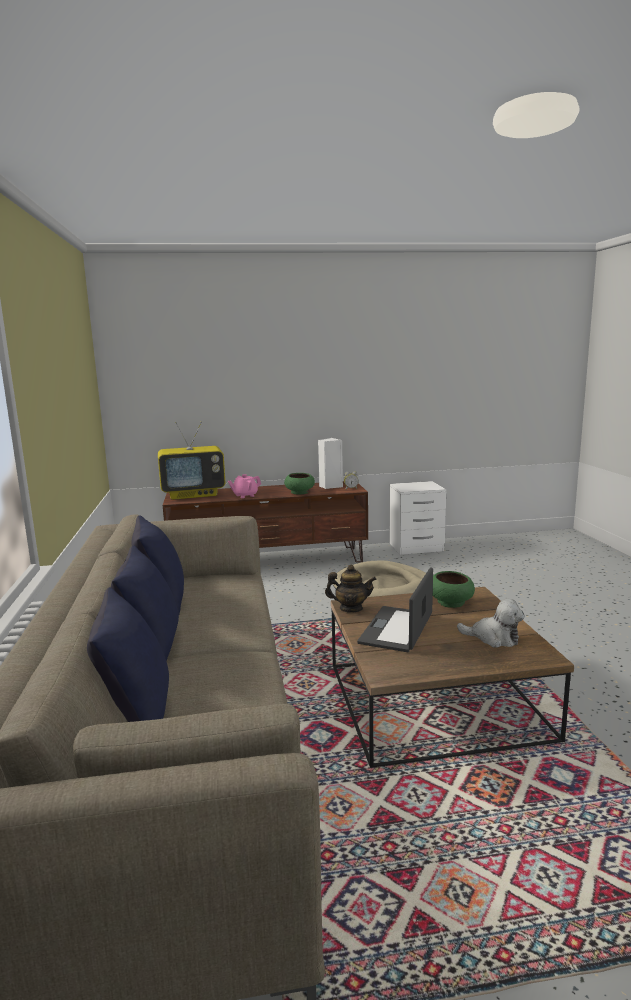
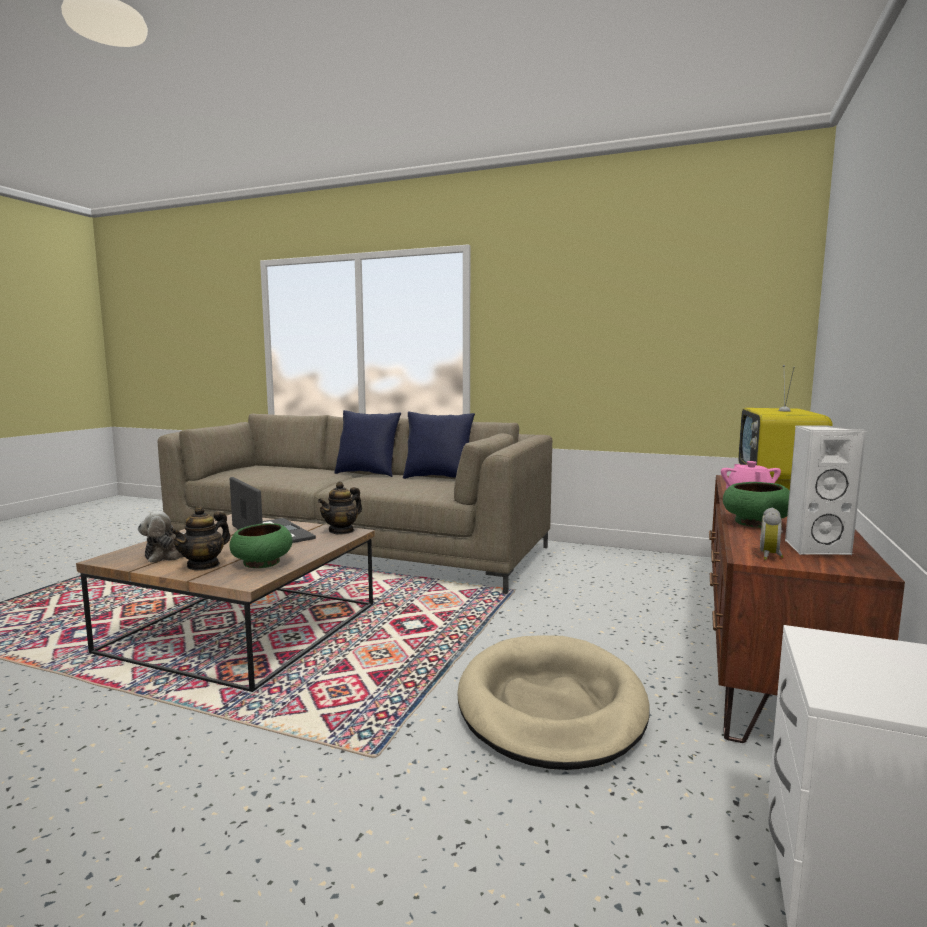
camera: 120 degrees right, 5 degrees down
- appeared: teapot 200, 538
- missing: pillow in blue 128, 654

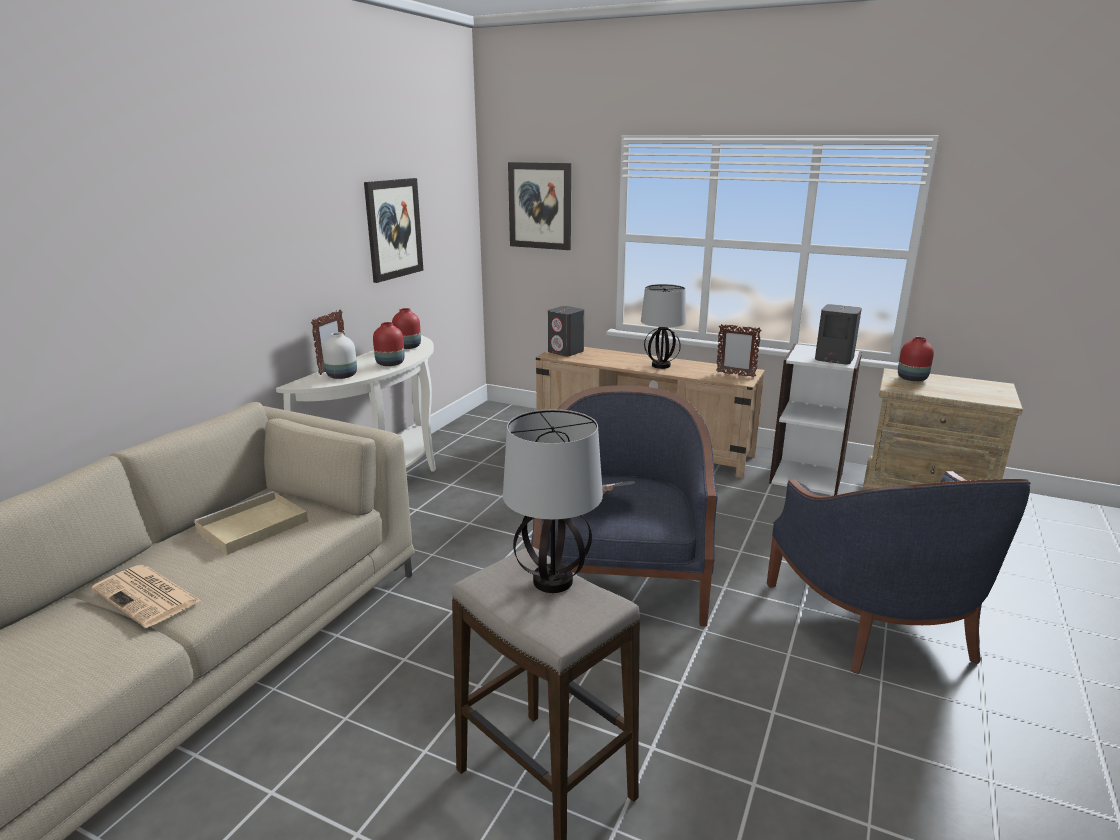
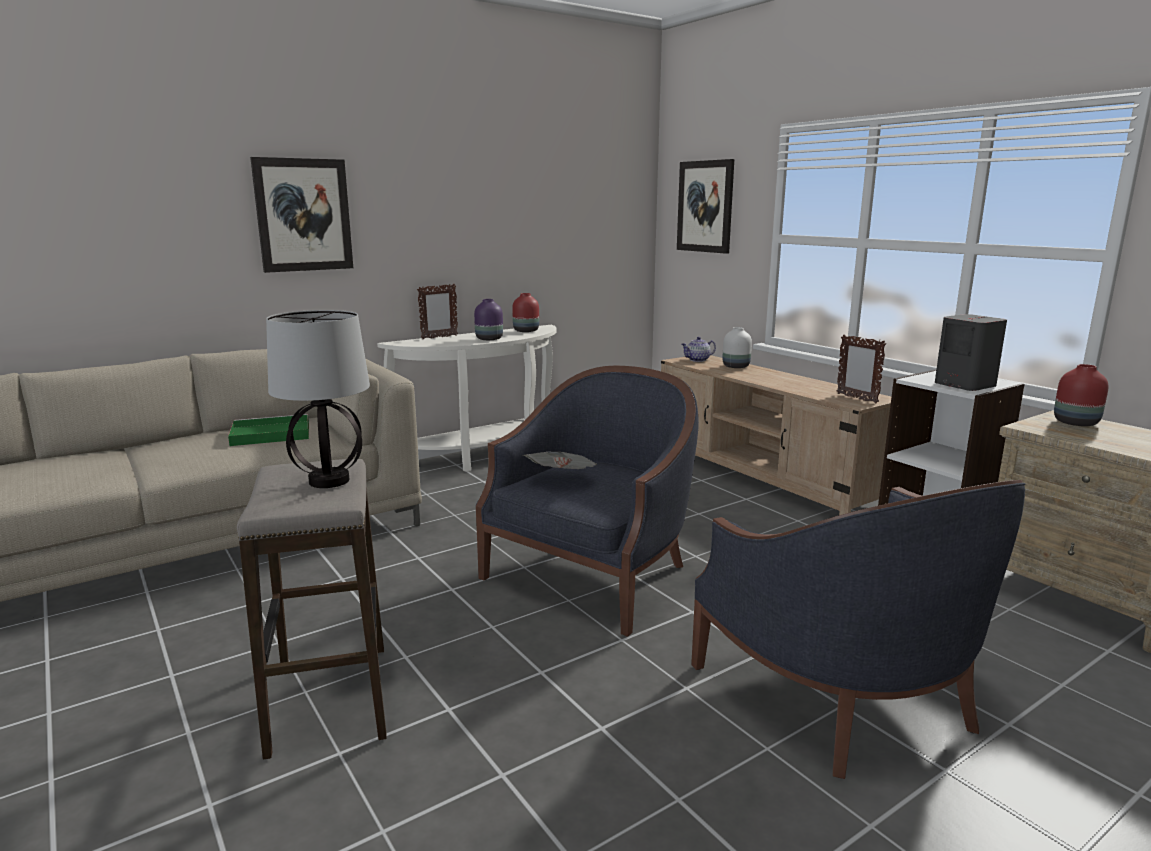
camera: 30 degrees right, 5 degrees down
- colour: tray in beige 251, 523 to tray in green 268, 430
- relocated: picture 393, 230 to 301, 215
- colour: vase in red 389, 344 to vase in purple 488, 319
- exchanged: speaker in grey 566, 331 to teapot 699, 349
- spun: armchair in blue 899, 572 = 858, 629 45 degrees counterclockwise
- relocated: vase in white 340, 355 to 737, 347
- missing: newspaper 146, 596
- missing: table lamp 663, 326

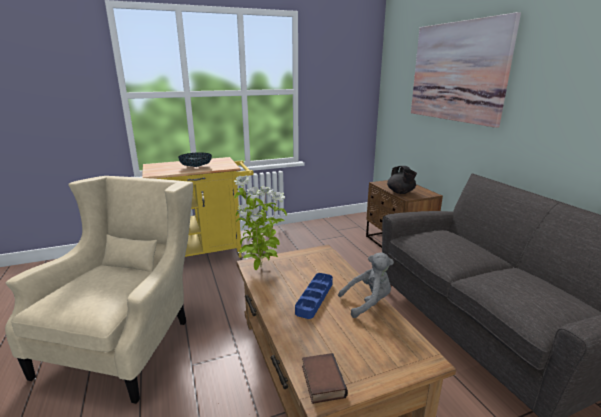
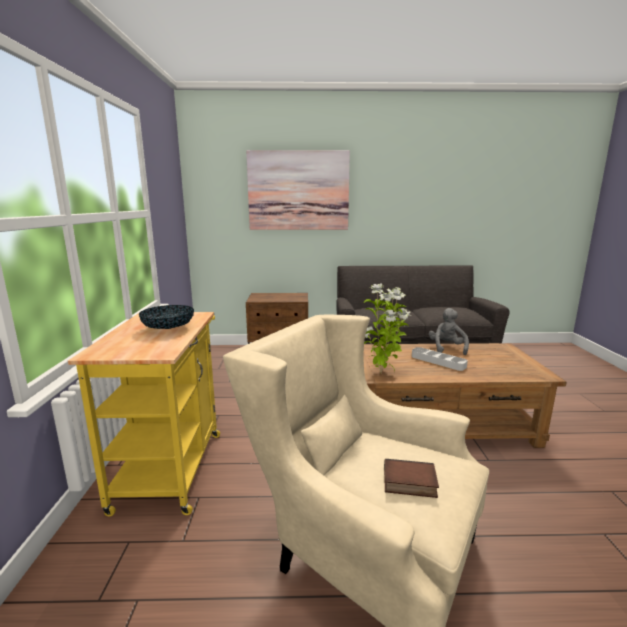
camera: 70 degrees left, 5 degrees down
- relocated: book 325, 378 to 411, 478
- colour: tray in blue 314, 296 to tray in grey 440, 359
- missing: teapot in black 402, 180

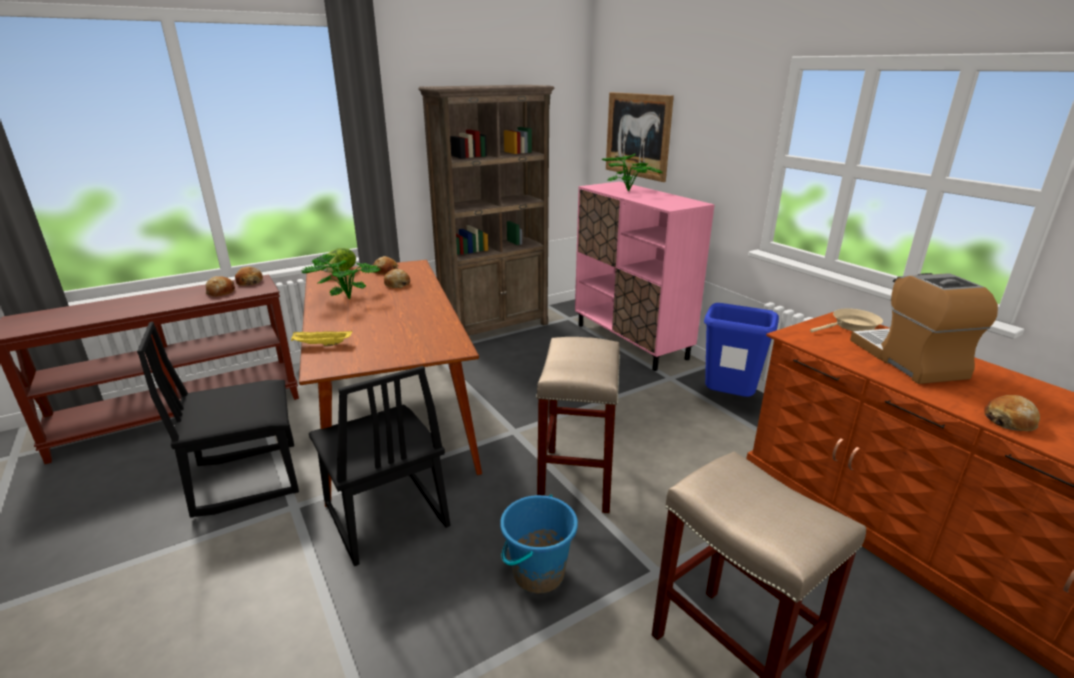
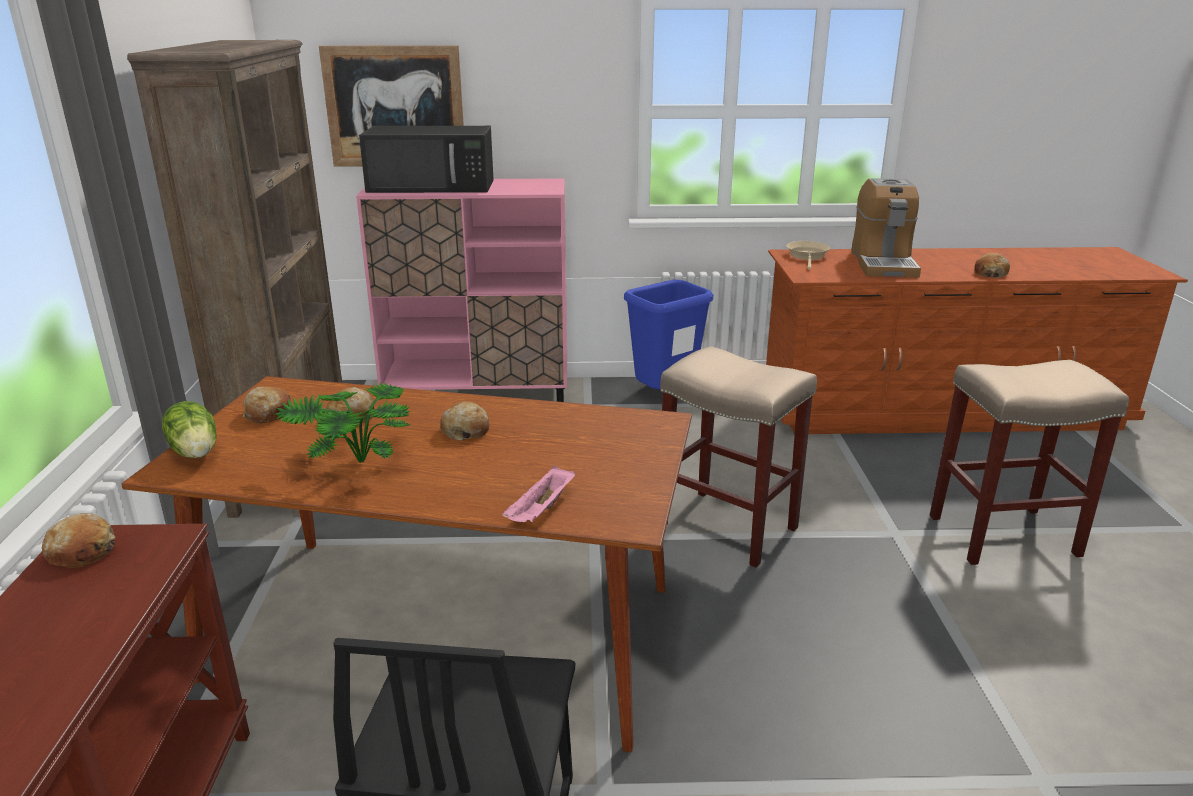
camera: 60 degrees left, 0 degrees up
- exchanged: potted plant 632, 172 to microwave in black 426, 159
- relocated: bread 220, 286 to 464, 421
- colour: tray in yellow 321, 338 to tray in pink 538, 493
- spun: coffee machine 924, 328 = 886, 228 105 degrees counterclockwise
- missing: chair in black 379, 466
- missing: bucket in blue 539, 544

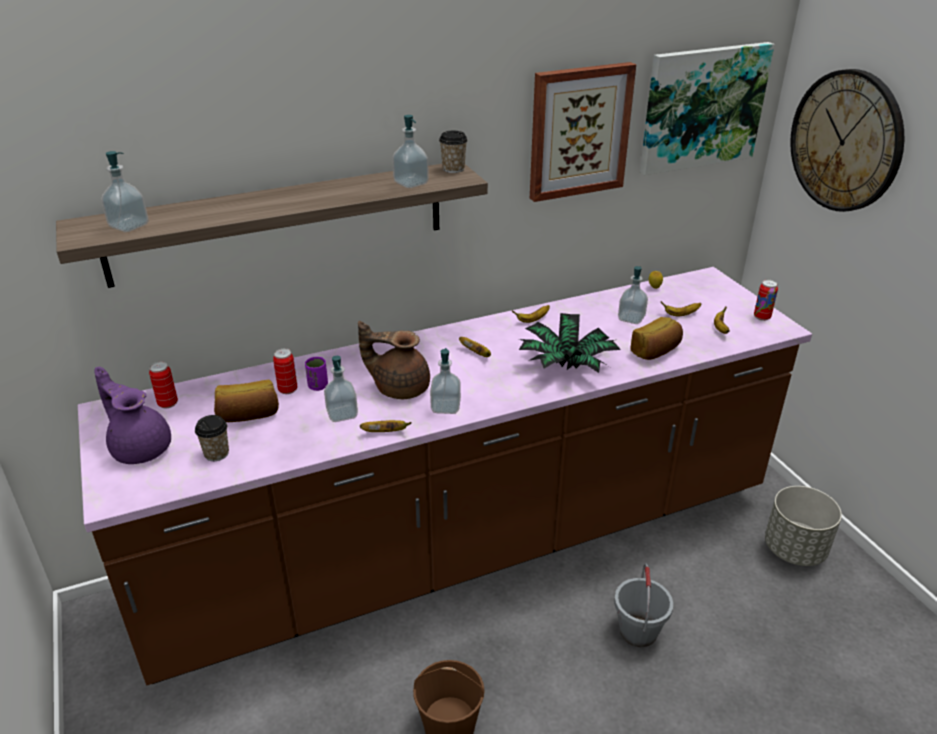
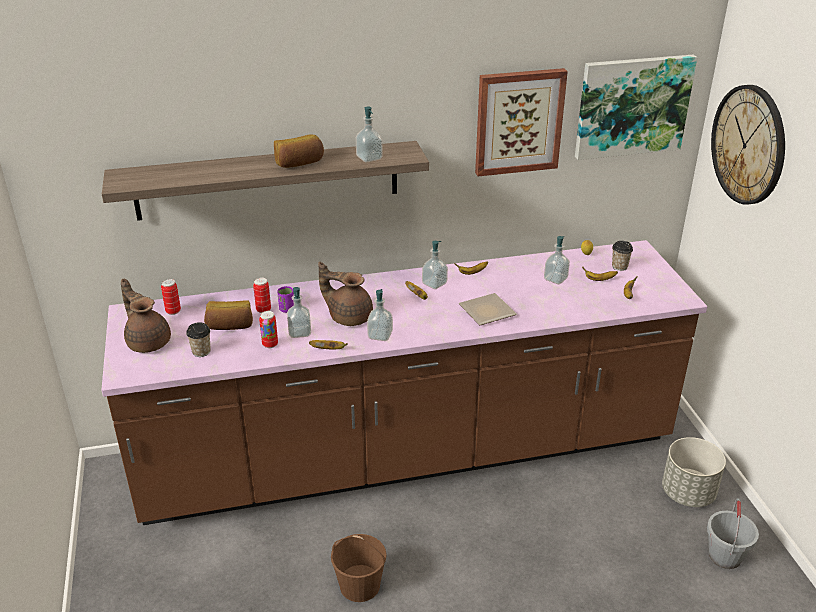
camera: 10 degrees right, 0 degrees up
- colour: teapot in purple 132, 415 to teapot in brown 146, 316
- relocated: can 766, 300 to 268, 329
- relocated: bread 656, 338 to 299, 151
- relocated: soap dispenser 124, 191 to 435, 265
- exchanged: potted plant 570, 343 to plate 487, 309
- relocated: cup 453, 152 to 622, 256
- relocated: bucket in grey 643, 605 to 733, 533

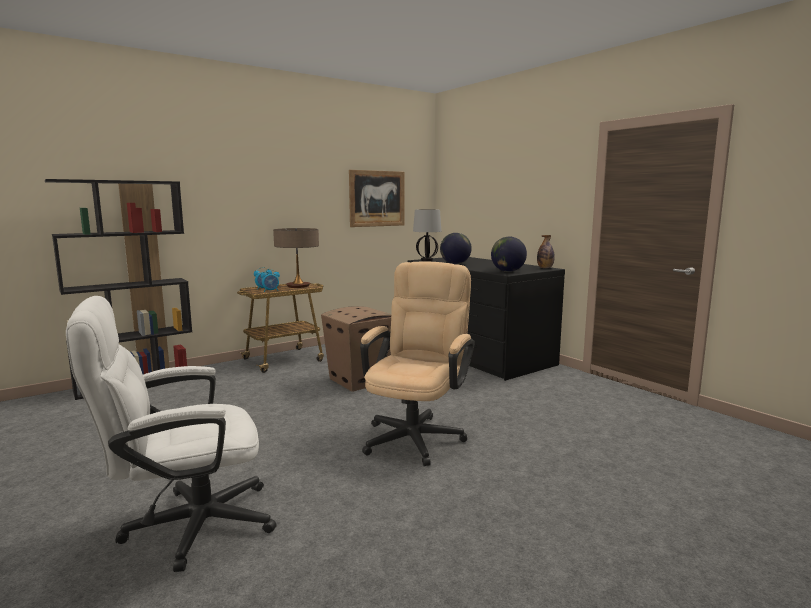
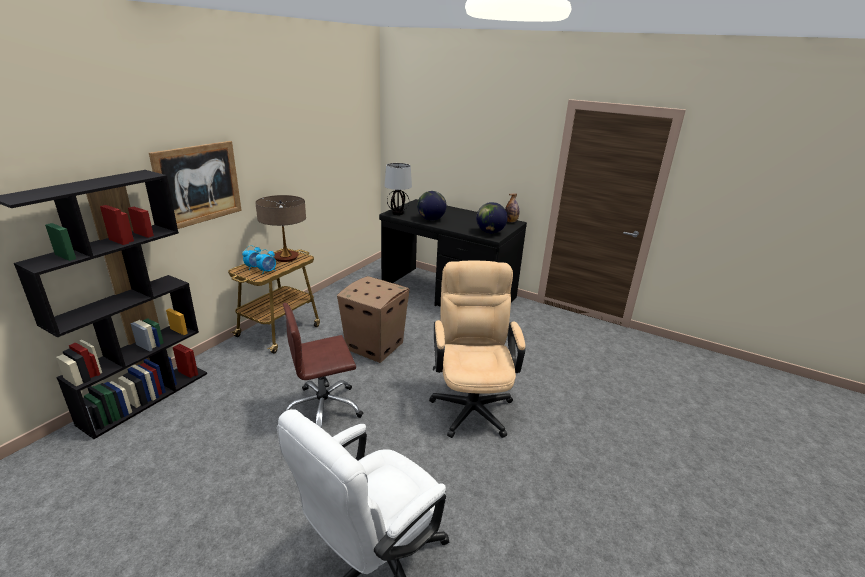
camera: 25 degrees left, 15 degrees up
- relocated: picture 376, 198 to 195, 185
- appeared: office chair in brown 322, 365

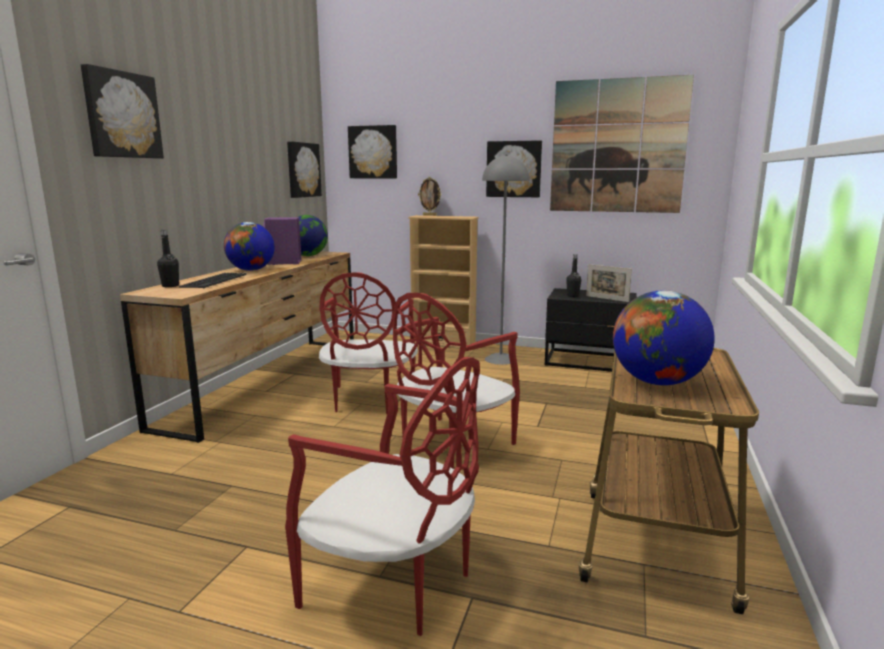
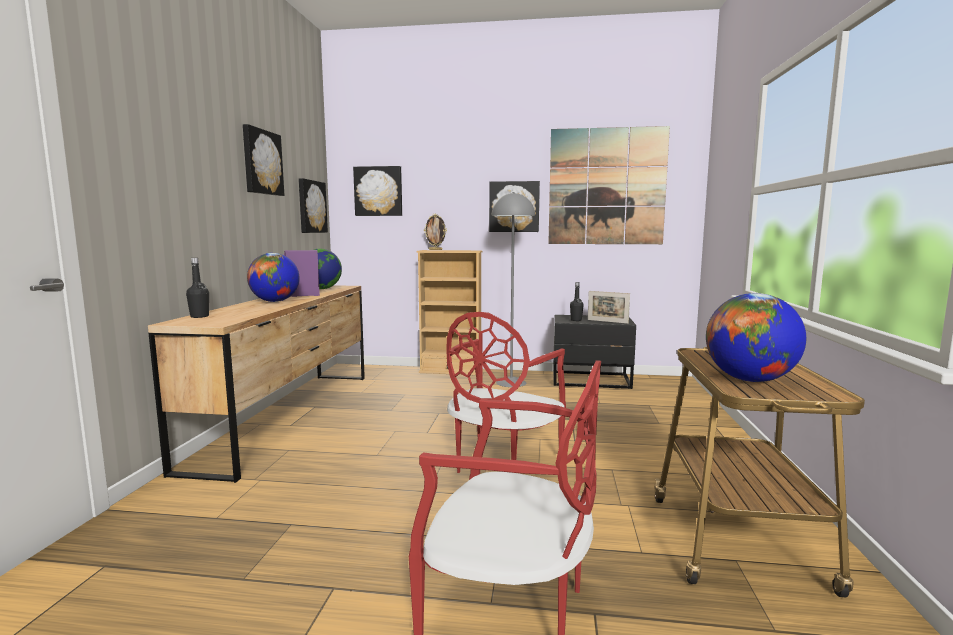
camera: 10 degrees left, 5 degrees down
- relocated: picture 122, 111 to 263, 160
- missing: keyboard 213, 280
- missing: chair in red 368, 343

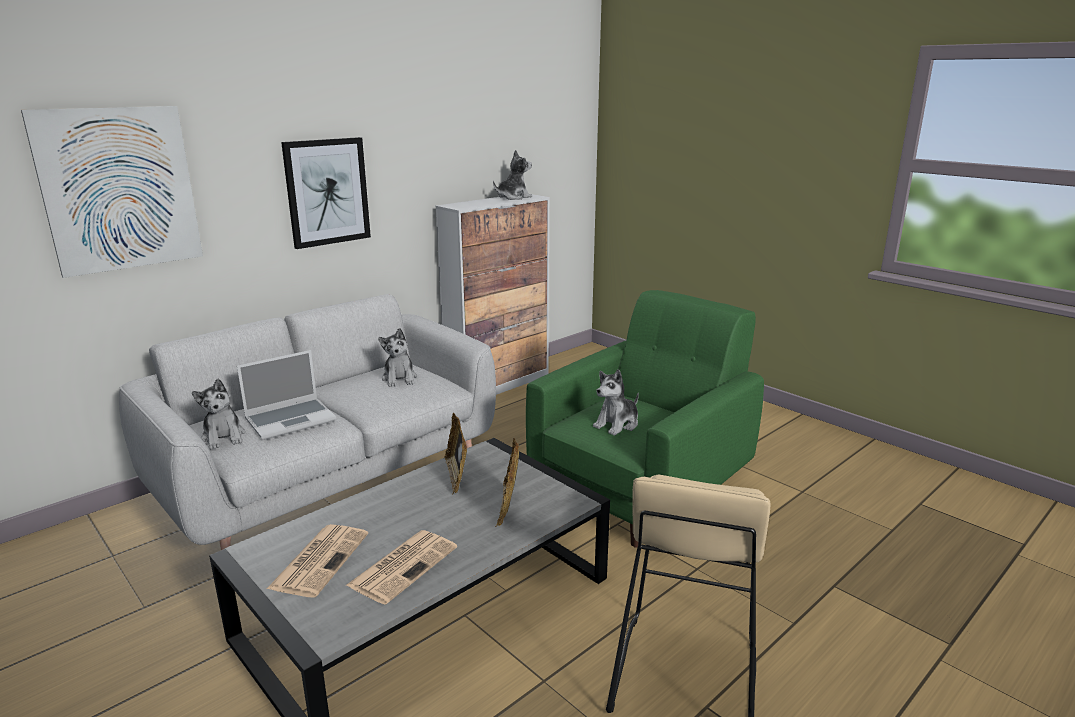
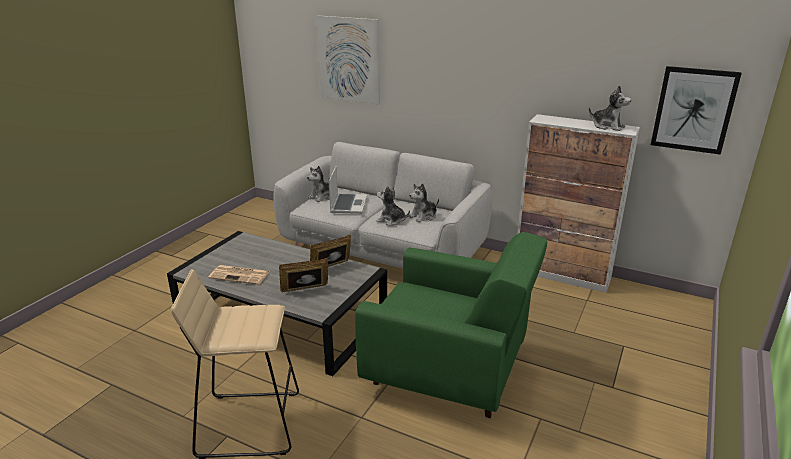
camera: 70 degrees right, 5 degrees up
- spun: laptop 286, 395 = 348, 190 120 degrees counterclockwise
- relocated: plush toy 616, 402 to 393, 206
- relocated: picture 326, 193 to 696, 110
- missing: newspaper 317, 561

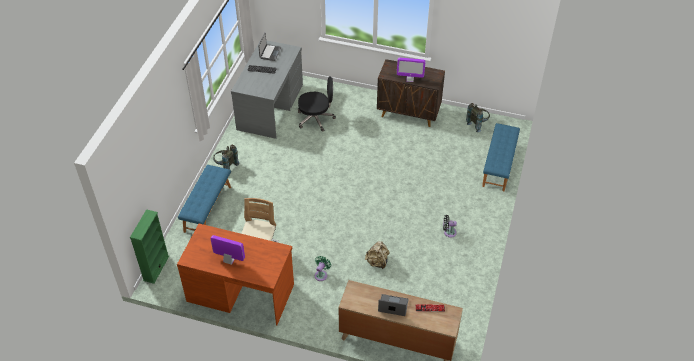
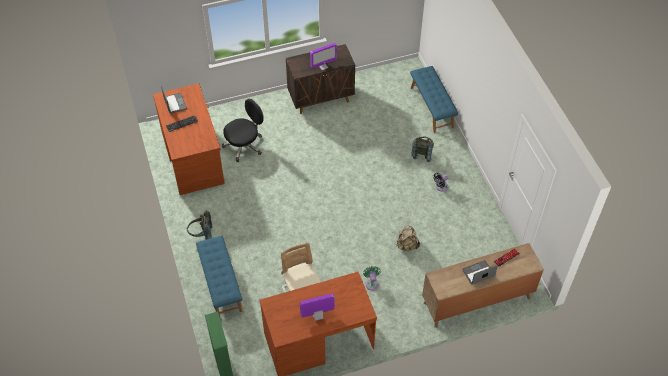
camera: 35 degrees left, 5 degrees up
- colour: desk in grey 267, 89 to desk in brown 189, 139
- relocated: backpack in grey 478, 117 to 423, 149

